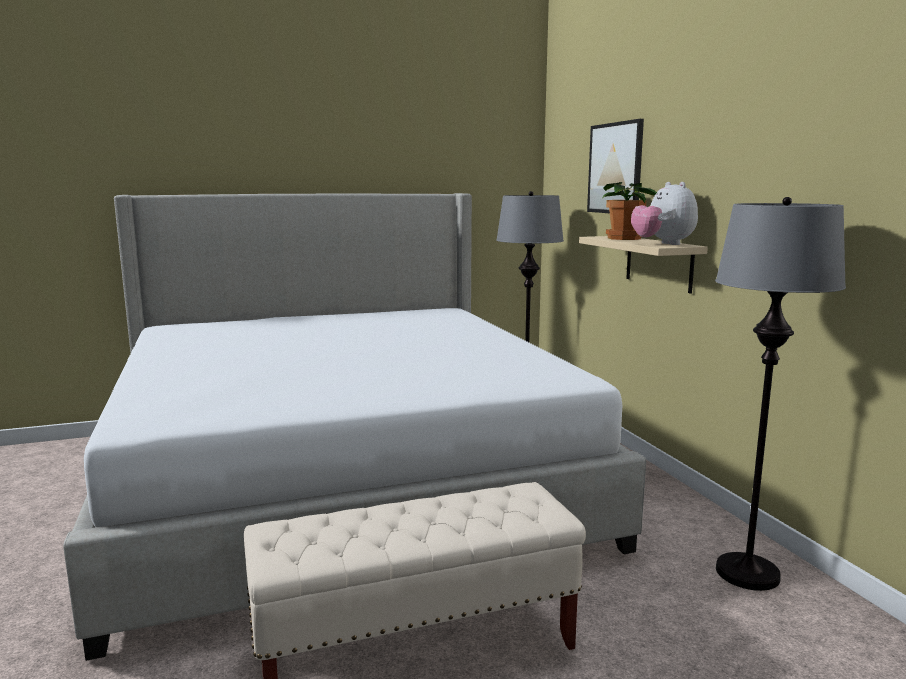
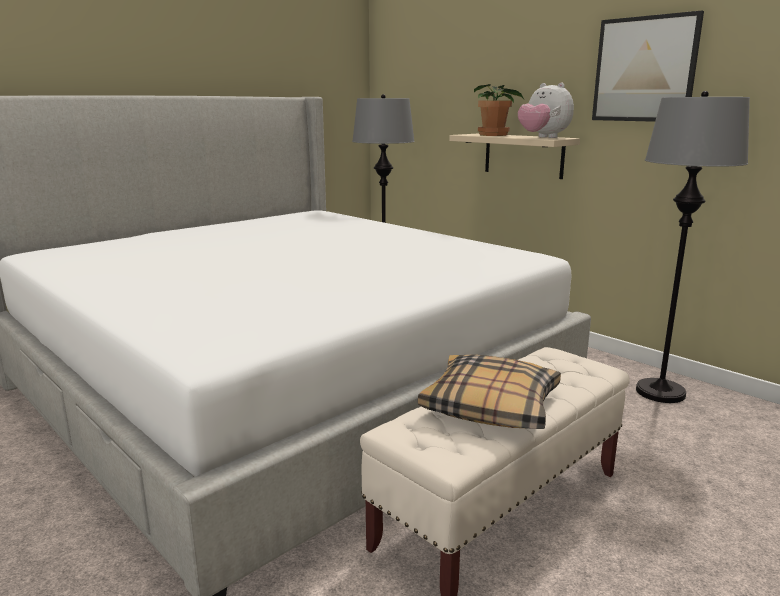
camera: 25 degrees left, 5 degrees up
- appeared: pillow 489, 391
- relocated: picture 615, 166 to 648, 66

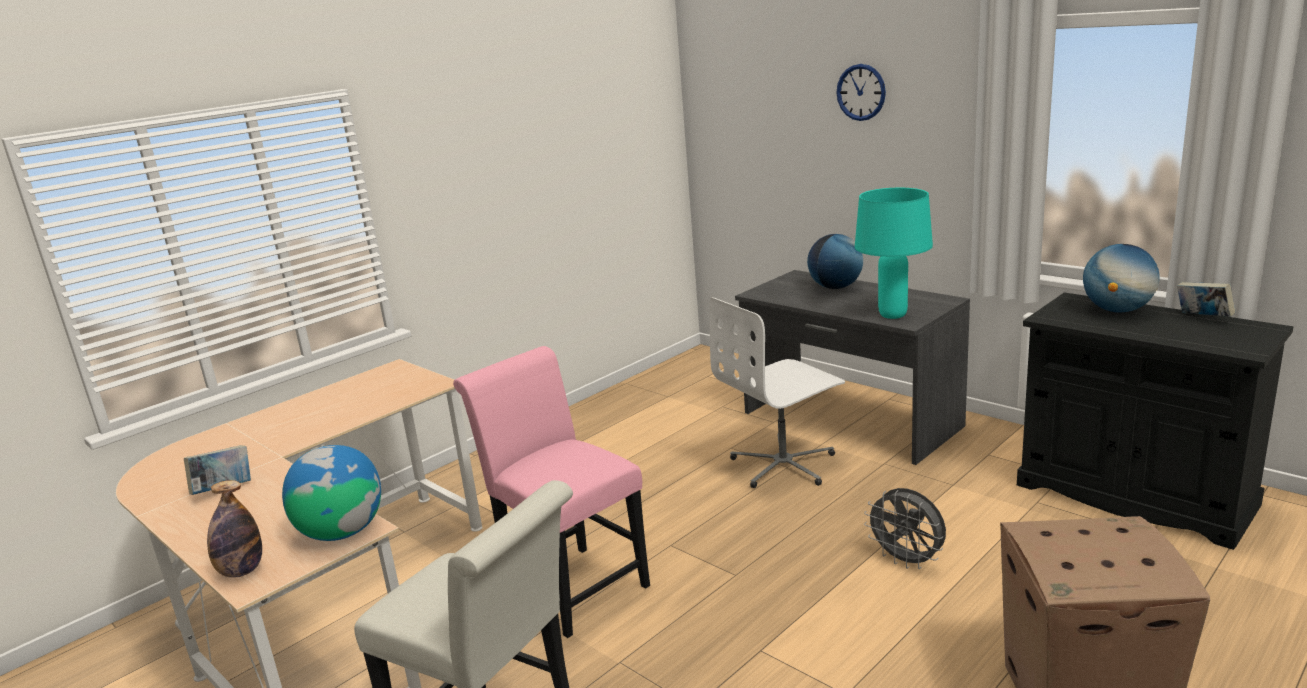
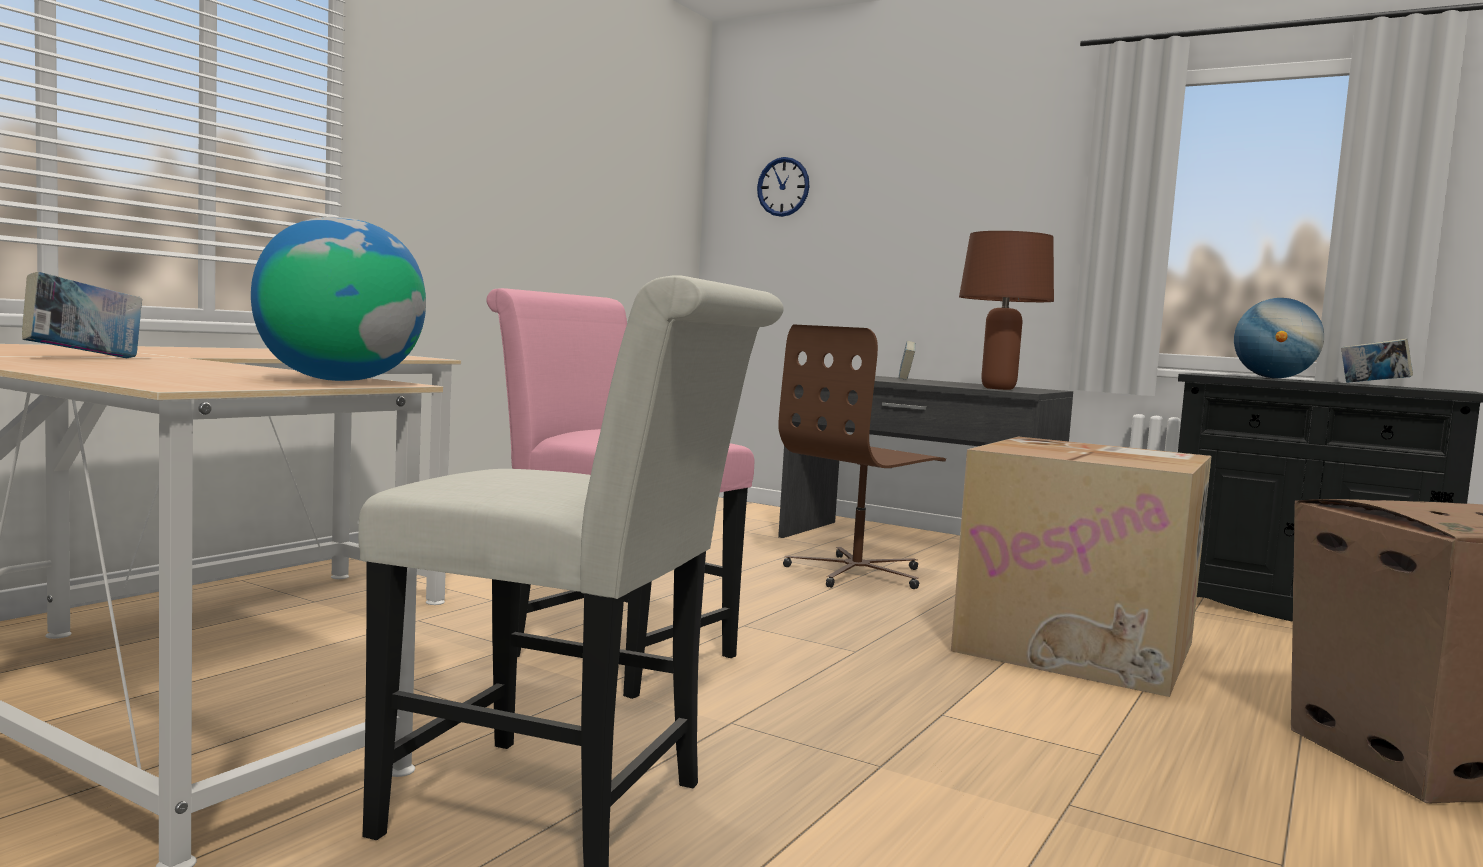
camera: 15 degrees left, 15 degrees down
- relocated: wall clock 861, 92 to 783, 187
- colour: office chair in white 777, 392 to office chair in brown 862, 456
- exchanged: globe 835, 261 to book 907, 360
- exchanged: fan in grey 905, 528 to cardboard box 1081, 567
- colour: table lamp in turquoise 894, 253 to table lamp in brown 1006, 310
- missing: bottle 234, 529

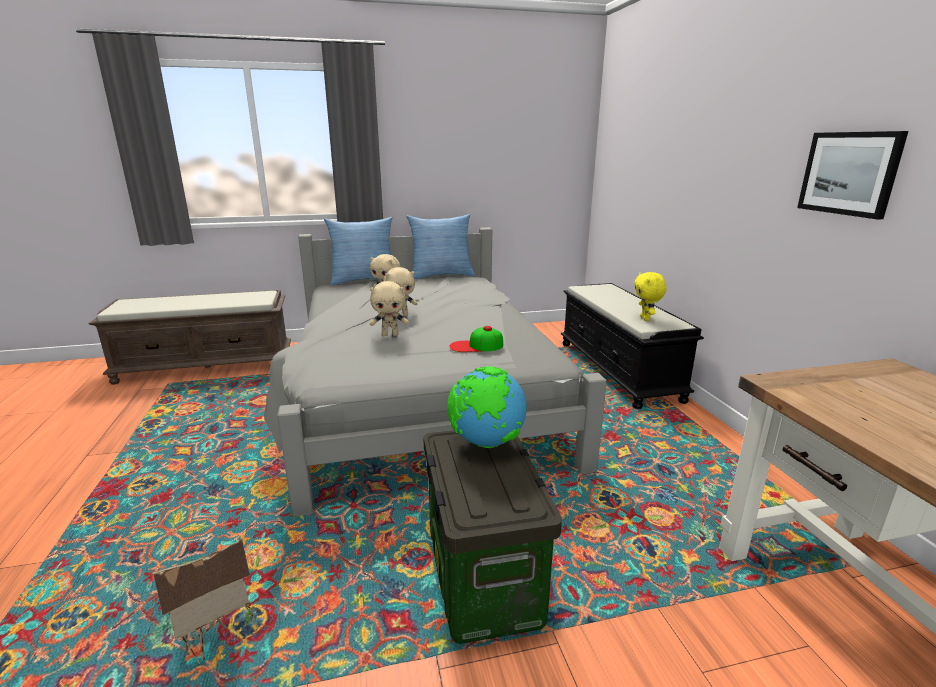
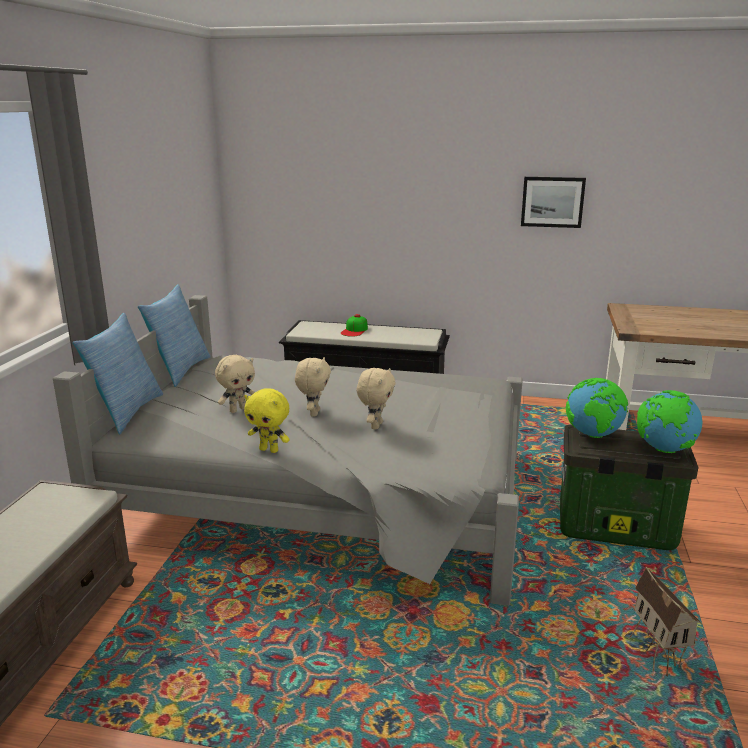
camera: 65 degrees left, 0 degrees up
- relocated: plush toy in yellow 650, 296 to 267, 420
- relocated: cap 476, 339 to 354, 325
- appeared: globe 669, 421

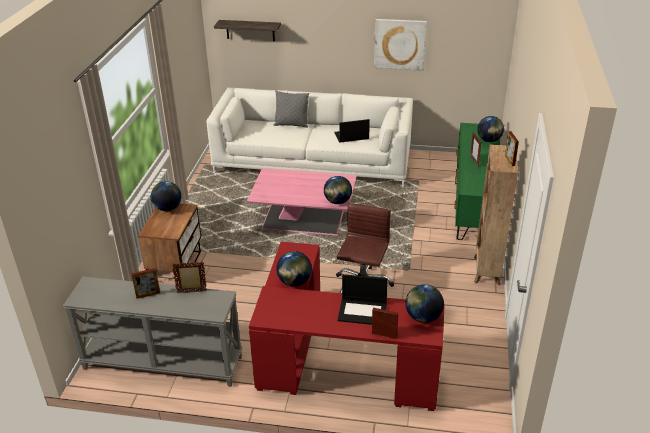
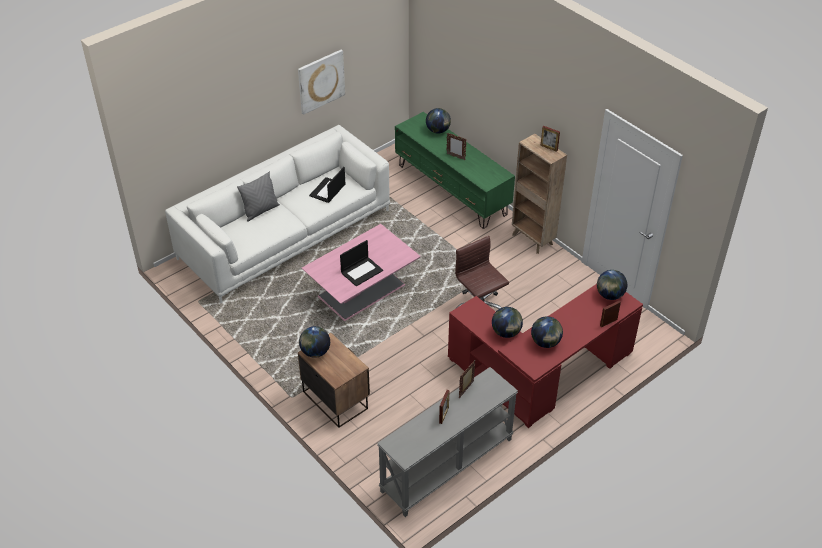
camera: 50 degrees left, 10 degrees up
- relocated: laptop 363, 299 to 361, 263
- relocated: globe 338, 190 to 547, 332
- missing: shelf 247, 30

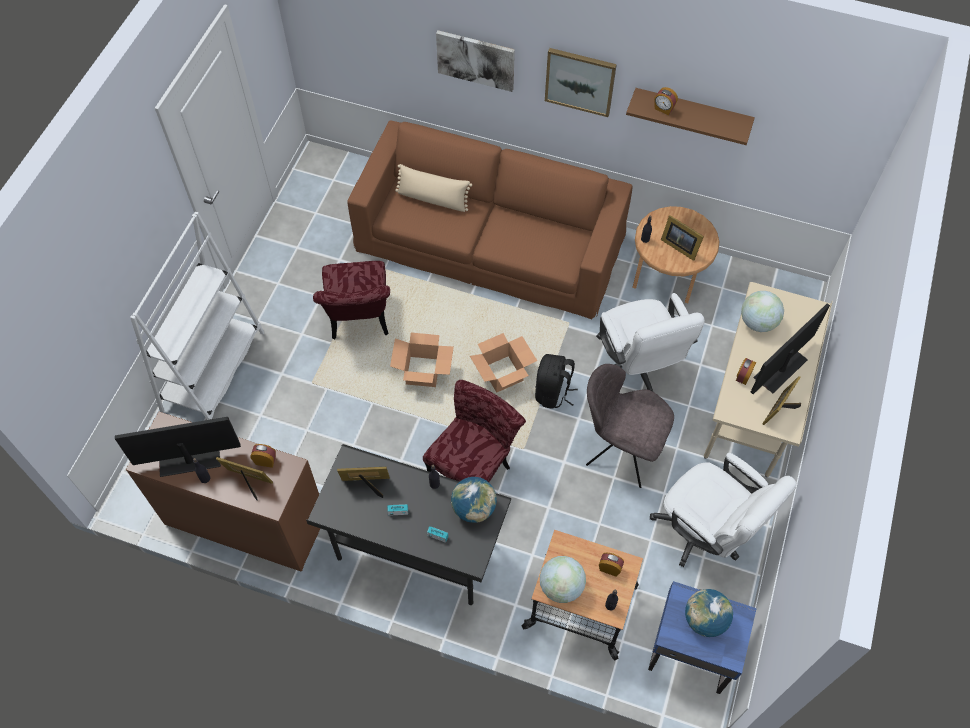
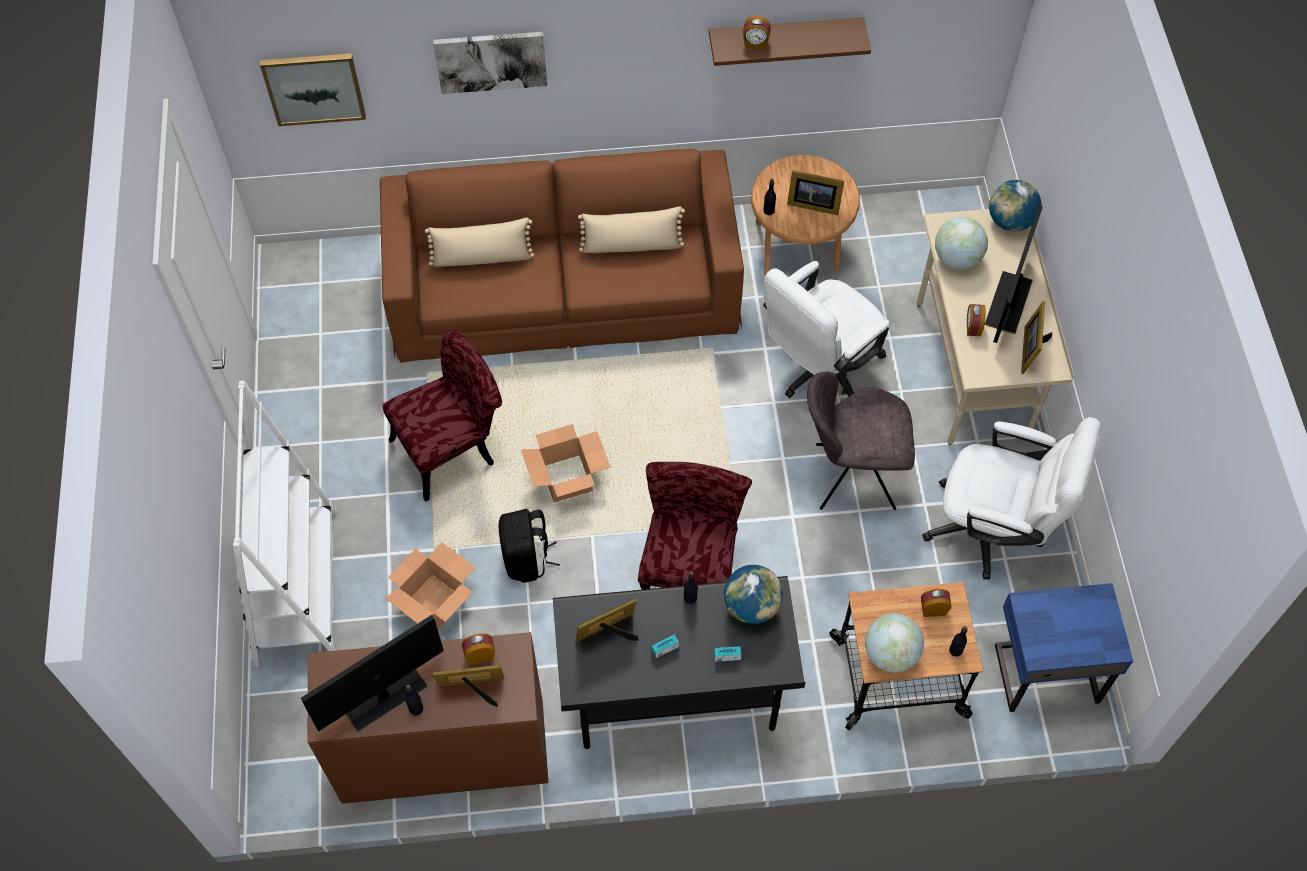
camera: 25 degrees left, 0 degrees up
- relocated: picture 581, 82 to 313, 89
- spun: chair in red 351, 300 = 442, 415 90 degrees counterclockwise
- relocated: cardboard box 503, 363 to 430, 585
- relocated: backpack in black 556, 381 to 529, 546
- appeared: pillow in beige 631, 230
- spun: office chair in white 650, 342 = 826, 329 90 degrees clockwise
- relocated: globe 709, 613 to 1015, 206

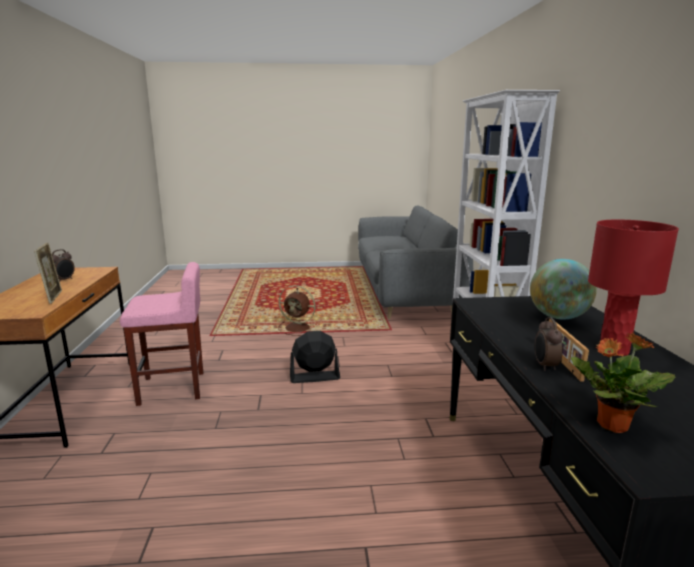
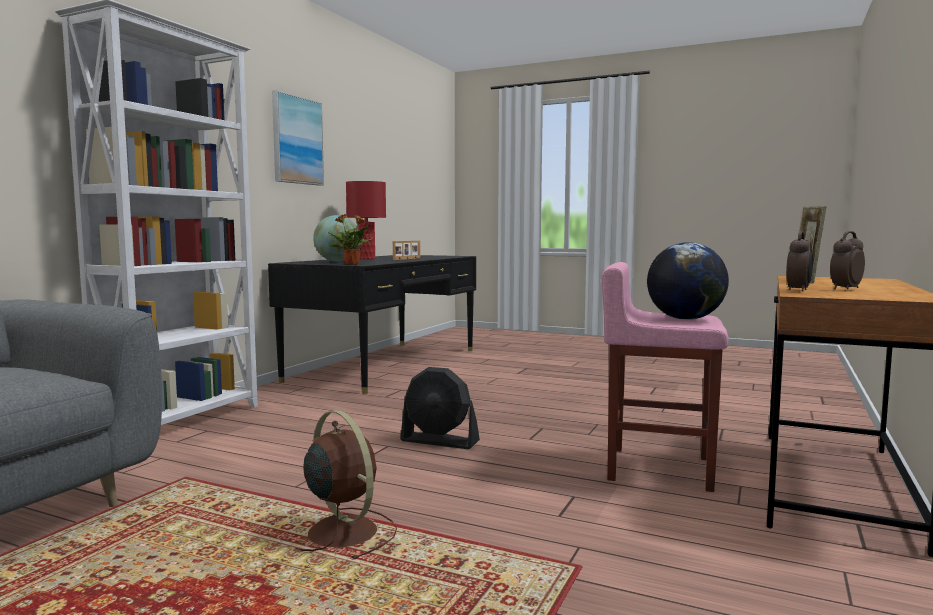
camera: 150 degrees left, 10 degrees down
- appeared: picture 298, 138
- relocated: potted plant 623, 382 to 351, 239
- appeared: globe 688, 281
- relocated: alarm clock 549, 344 to 799, 261

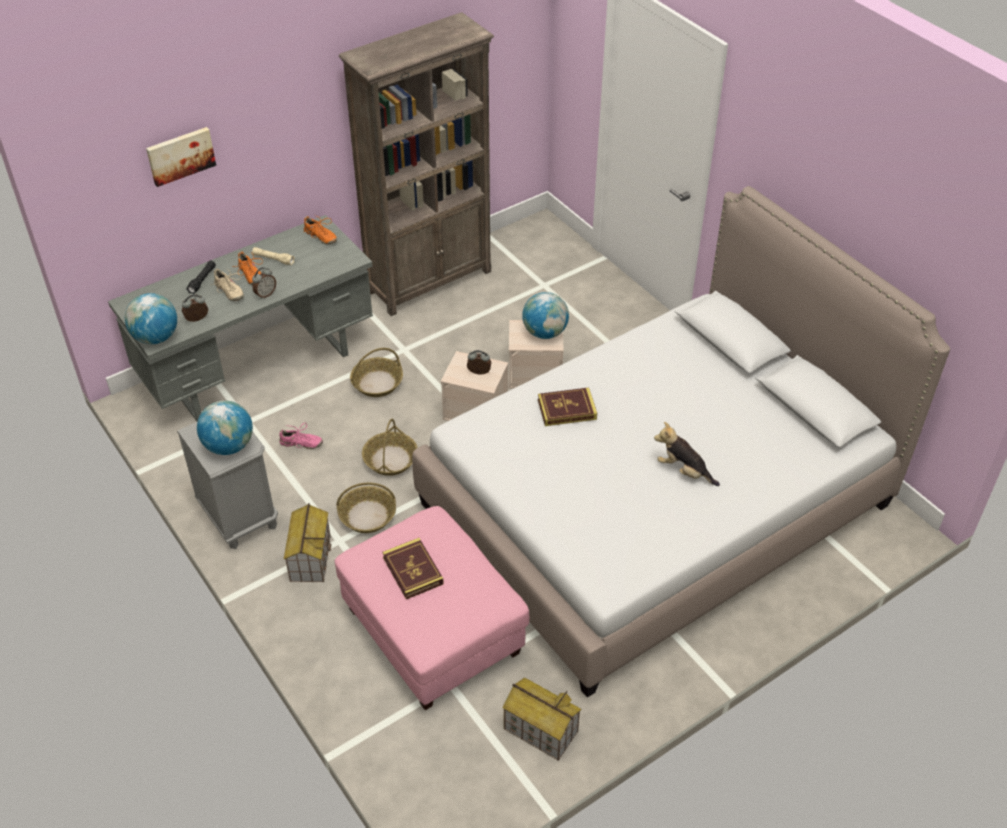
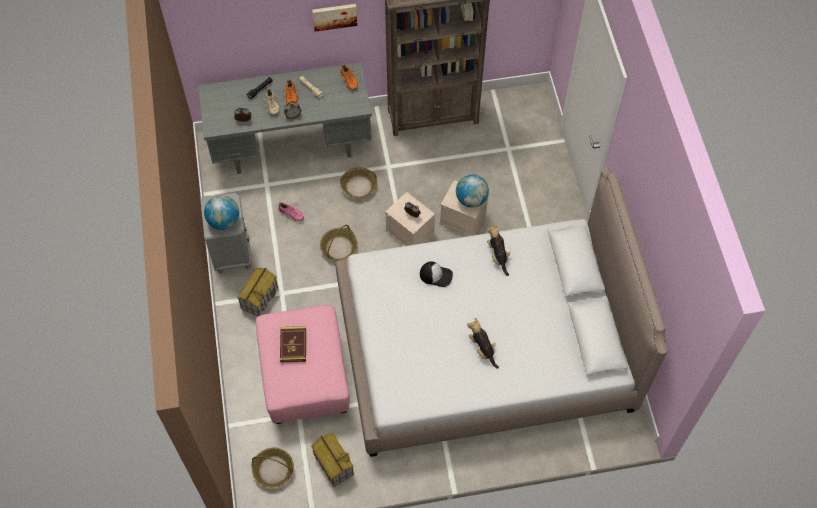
camera: 25 degrees right, 15 degrees up
- relocated: basket 366, 508 to 273, 467
- relocated: picture 181, 157 to 334, 18
- exchanged: book 567, 406 to cap 436, 274
- appeared: plush toy 499, 249
- missing: globe 151, 318

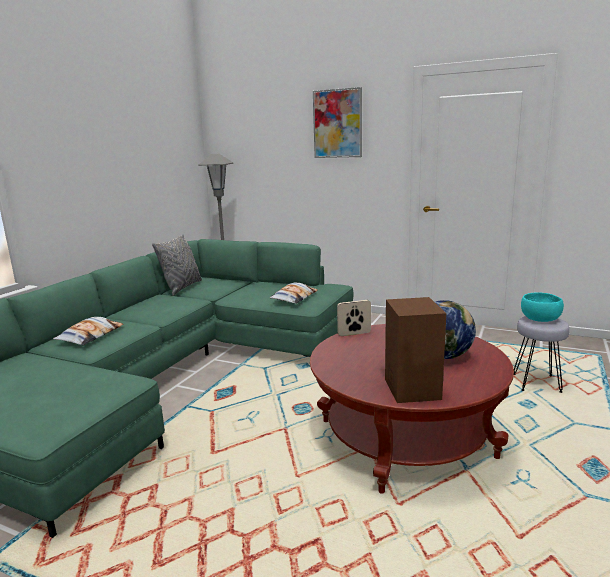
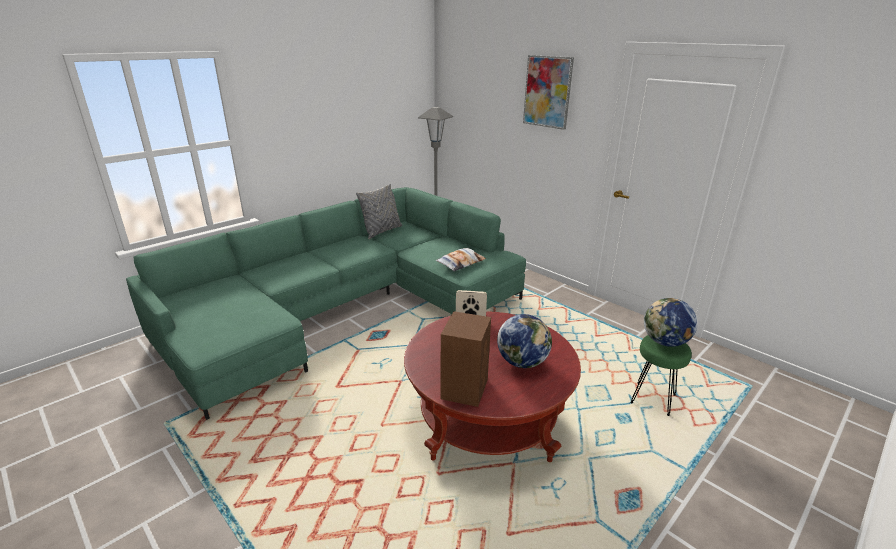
camera: 20 degrees right, 10 degrees up
- colour: stool in grey 542, 354 to stool in green 661, 375
- exchanged: bowl in turquoise 542, 307 to globe 671, 322
- missing: pillow 88, 331

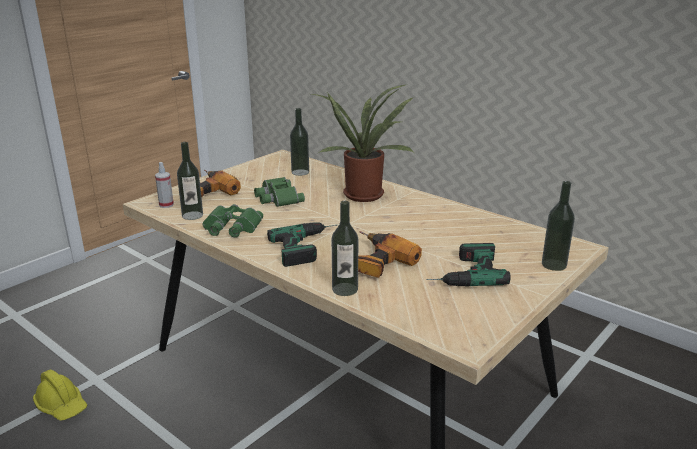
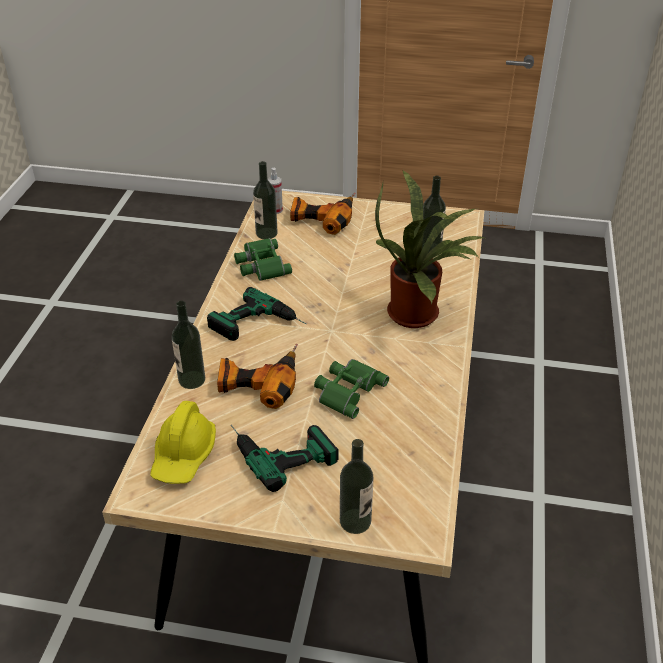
camera: 60 degrees right, 15 degrees up
- relocated: hard hat in yellow 60, 395 to 183, 442
- relocated: binoculars in green 279, 192 to 351, 389

